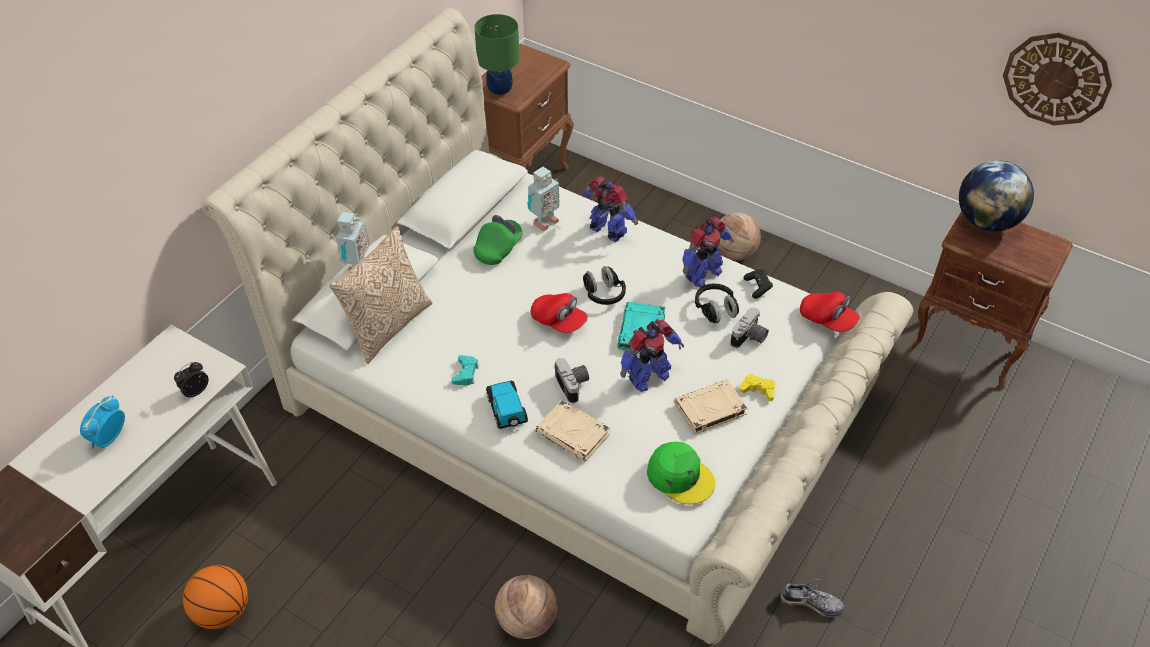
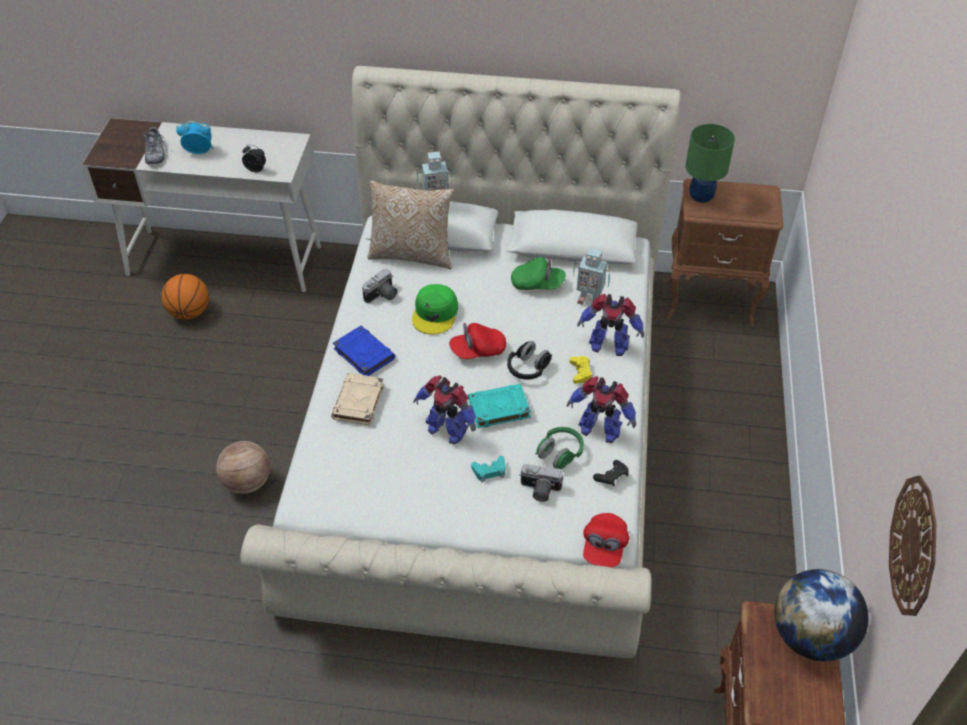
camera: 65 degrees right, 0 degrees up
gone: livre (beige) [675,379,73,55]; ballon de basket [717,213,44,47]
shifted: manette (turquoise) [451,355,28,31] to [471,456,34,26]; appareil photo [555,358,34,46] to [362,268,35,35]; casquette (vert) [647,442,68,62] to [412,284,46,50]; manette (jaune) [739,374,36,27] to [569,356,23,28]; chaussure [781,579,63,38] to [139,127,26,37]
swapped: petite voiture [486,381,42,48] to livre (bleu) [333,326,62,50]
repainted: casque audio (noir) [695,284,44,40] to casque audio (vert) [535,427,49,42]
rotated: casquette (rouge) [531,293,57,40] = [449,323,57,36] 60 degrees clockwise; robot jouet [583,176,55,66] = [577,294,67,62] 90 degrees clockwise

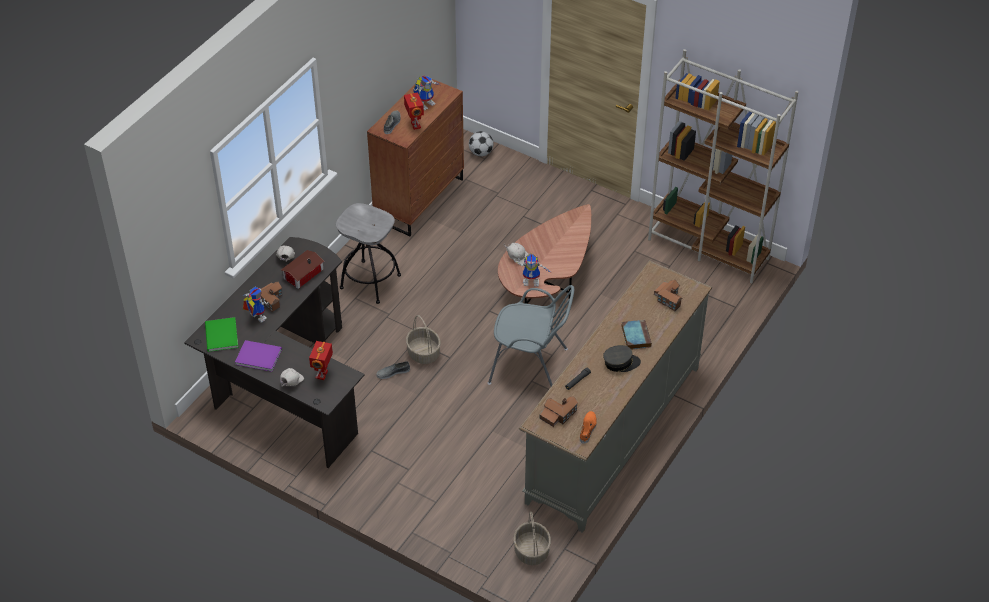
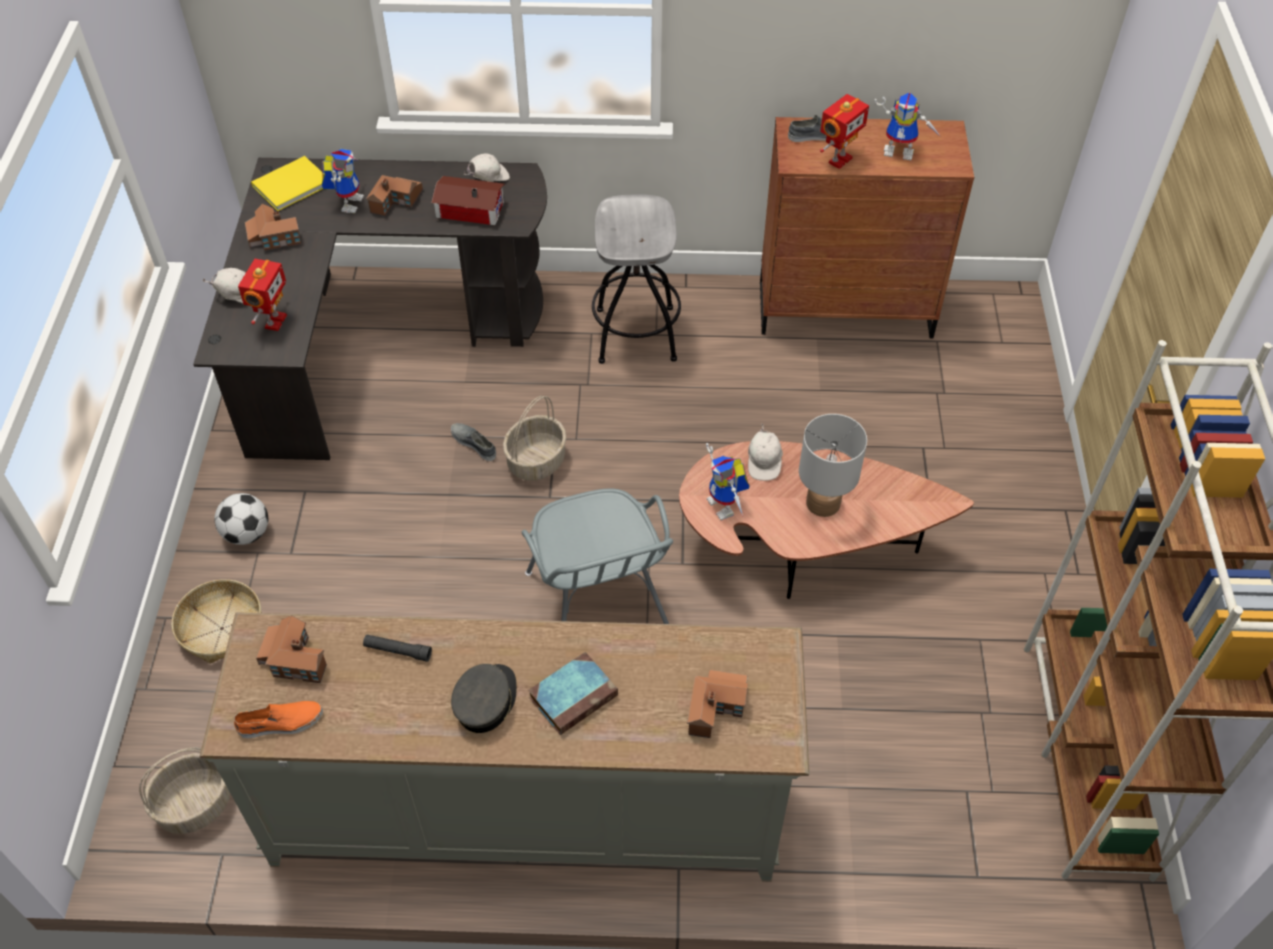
camera: 60 degrees right, 5 degrees up
new: panier [172,579,90,85]; lampe de table (gris) [799,414,68,103]
shifted: ballon de foot [469,131,25,25] to [215,493,53,52]
swapped: livre (violet) [235,340,47,32] to maison miniature [245,204,56,47]
repainted: livre (vert) [205,317,33,35] to livre (jaune) [251,156,72,55]
rotated: robot jouet [309,341,24,39] = [238,259,49,72] 120 degrees clockwise; casquette (gris) [603,345,38,27] = [451,664,66,69] 120 degrees counterclockwise

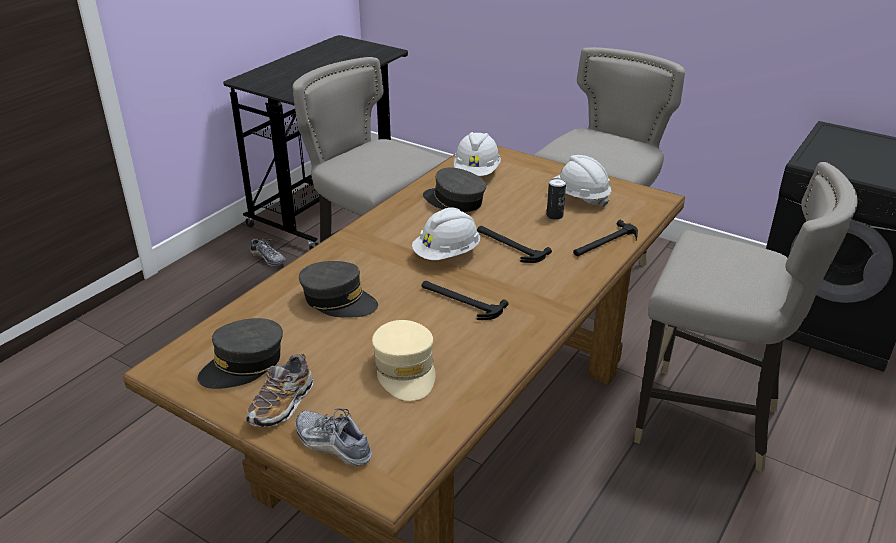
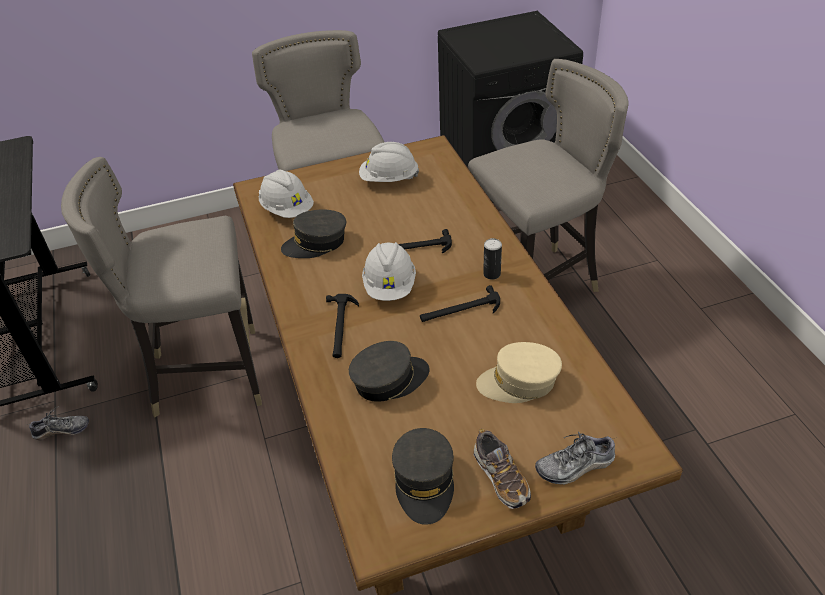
camera: 50 degrees left, 10 degrees up
shifted: boîte métallique [547,178,19,42] to [483,238,19,42]; marteau [573,220,65,36] to [326,294,33,64]
rotated: casquette (beige) [372,320,64,81] = [476,342,86,61] 150 degrees clockwise

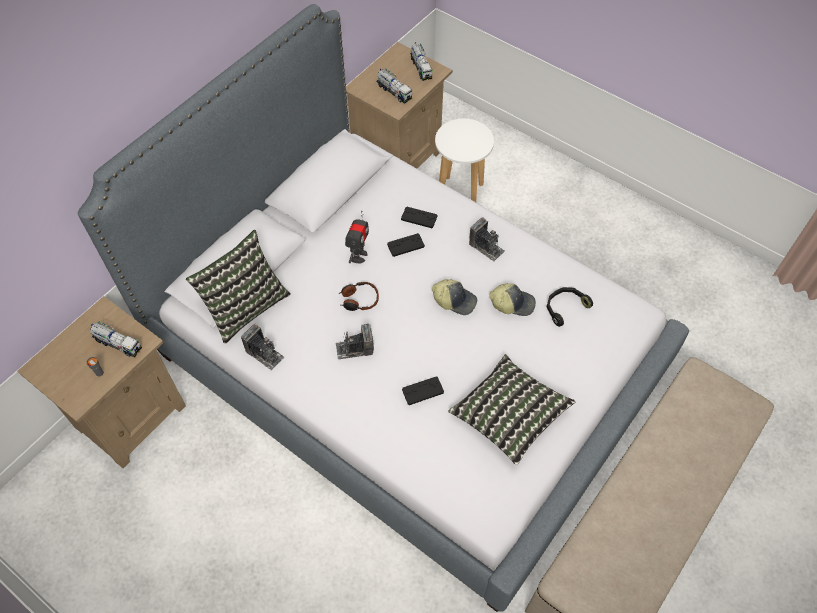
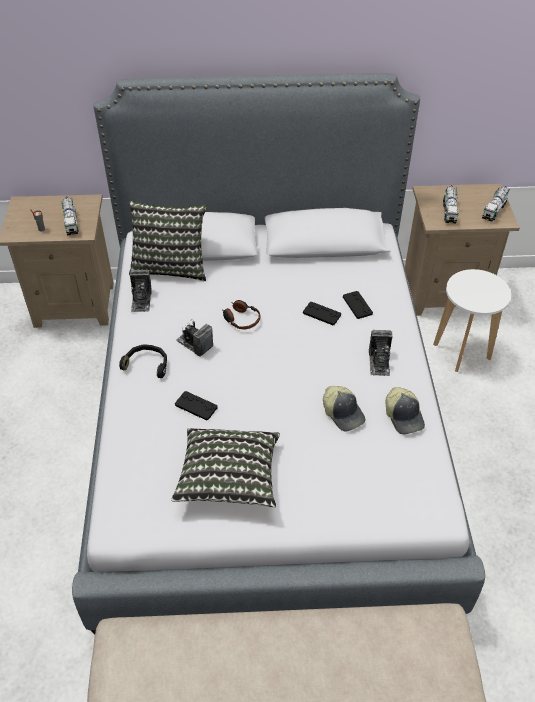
camera: 50 degrees right, 10 degrees down
gone: robot jouet [345,211,24,52]
shifted: casquette [432,279,45,36] to [385,387,40,47]; casque audio (noir) [547,287,46,40] to [119,344,48,34]

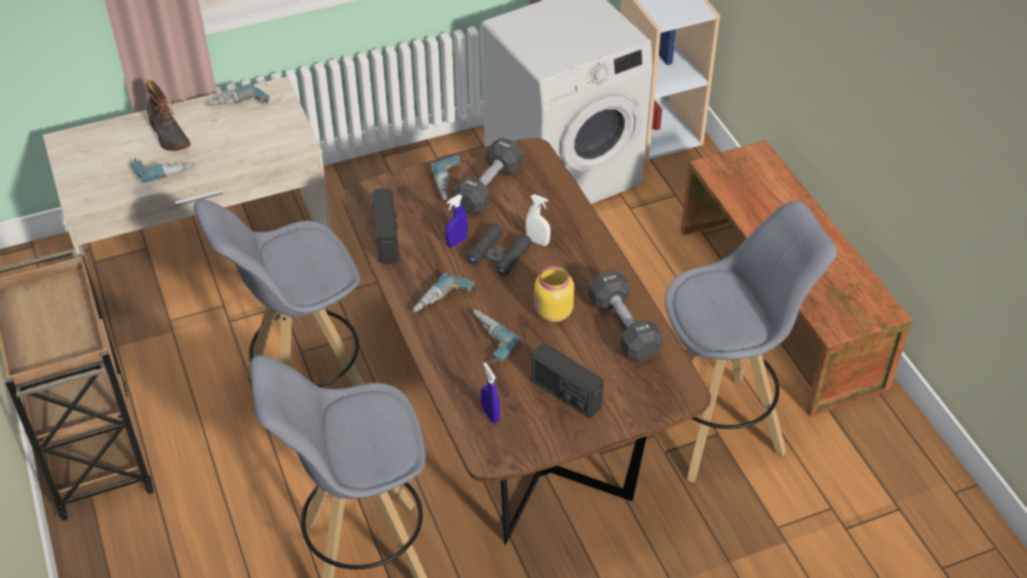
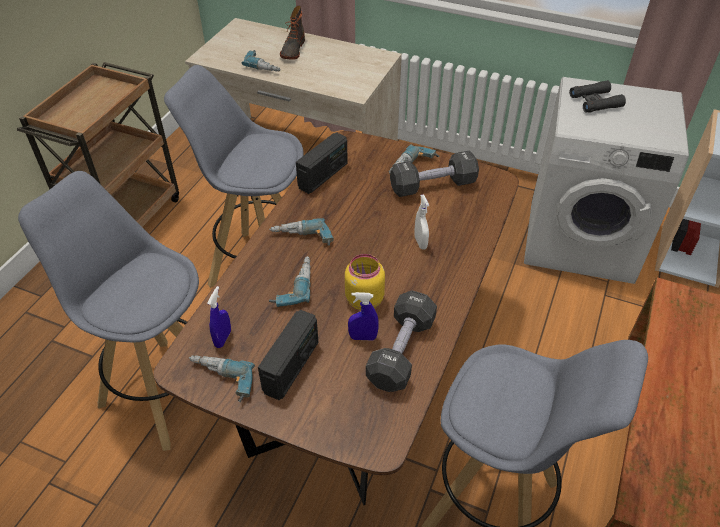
camera: 45 degrees right, 0 degrees up
shifted: perceuse [207,84,63,22] to [189,355,66,47]; vaporisateur (bleu) [445,195,23,53] to [348,292,31,48]; jumelles (noir) [466,223,66,54] to [569,80,57,33]
rotated: radio [532,343,72,75] = [258,310,60,90] 150 degrees counterclockwise

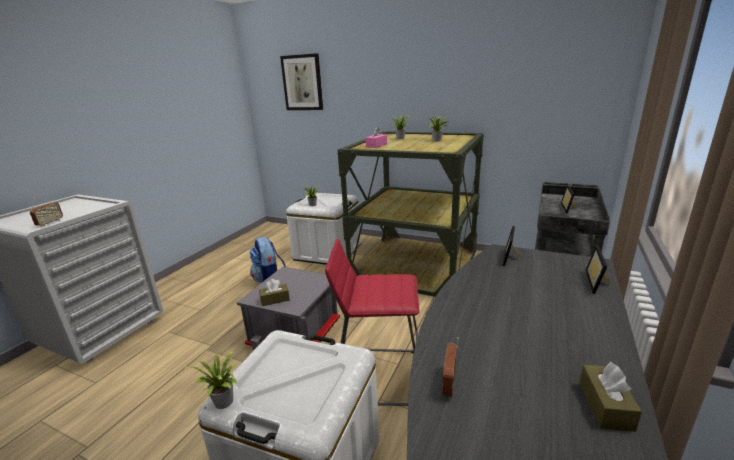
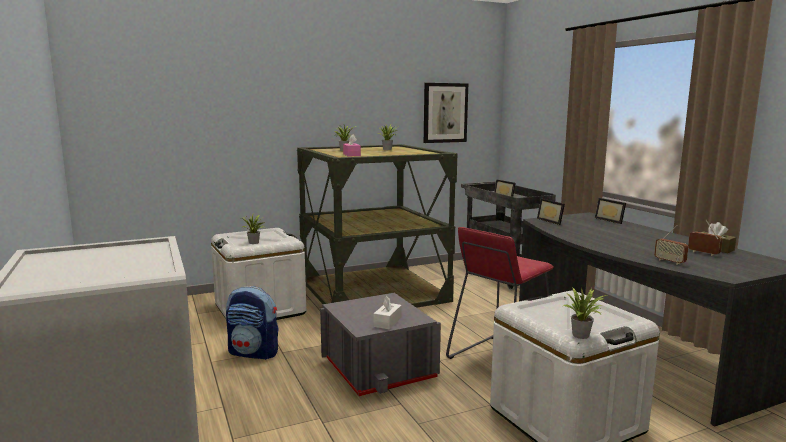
camera: 50 degrees left, 10 degrees down
shifted: radio [30,192,33,35] to [688,220,35,36]; tableau [280,53,43,57] to [424,83,44,60]
repainted: boîte à mouchoirs (marron) [259,279,31,28] to boîte à mouchoirs (blanc) [373,296,28,34]

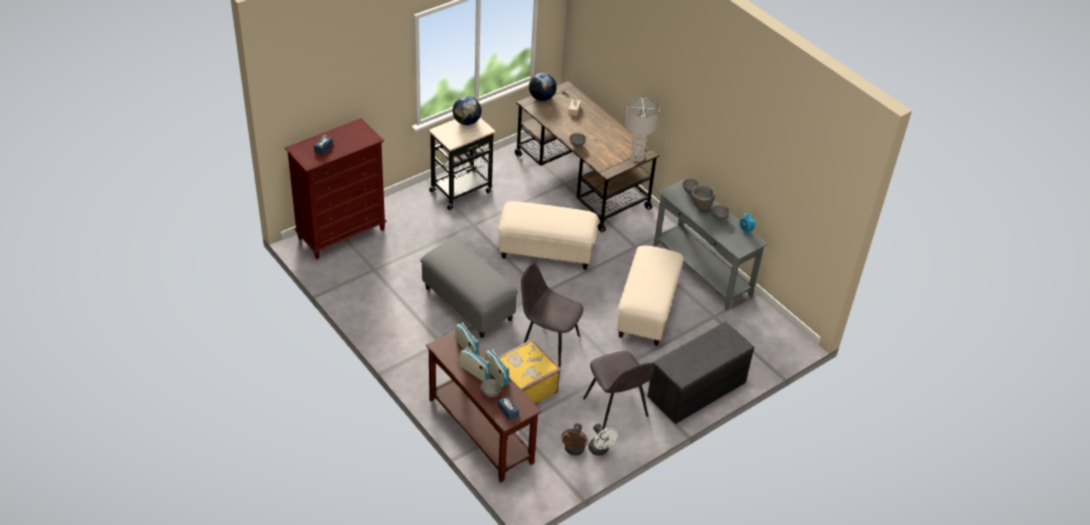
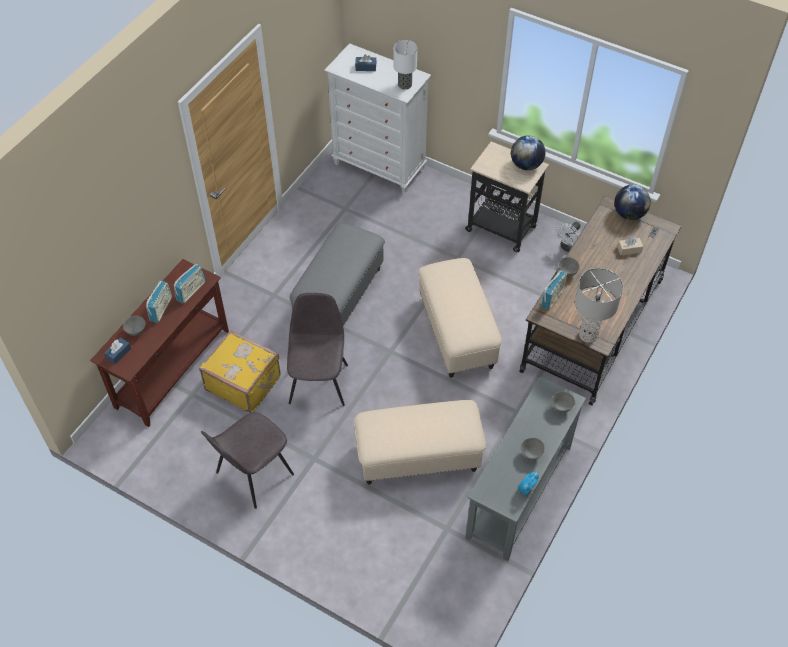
camera: 70 degrees right, 10 degrees up
gone: ventilateur (marron) [561,423,27,32]; banc (gris) [647,322,107,102]; bol (gris) [691,185,24,25]
new: lampe de table [393,40,24,50]
shifted: radio [485,349,24,38] to [541,270,26,40]; ventilateur (blanc) [588,424,30,32] to [557,222,24,30]
repainted: commode (rouge) [285,118,102,141] to commode (blanc) [324,43,107,151]

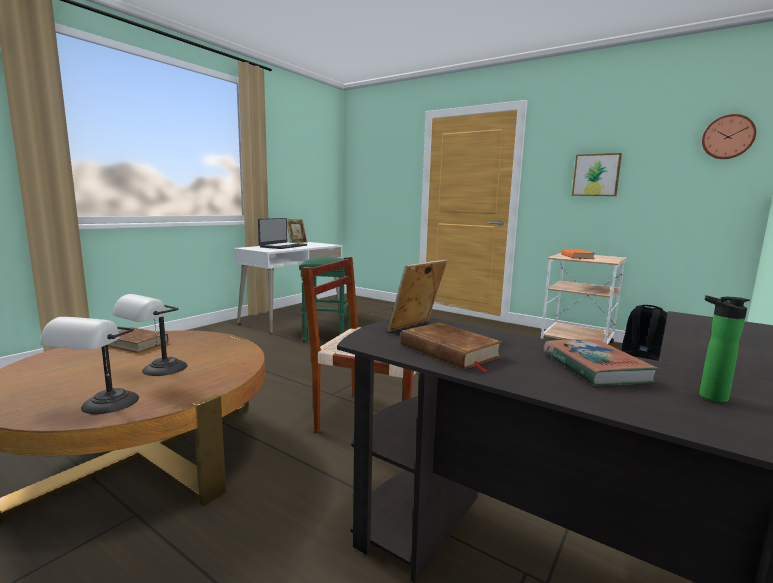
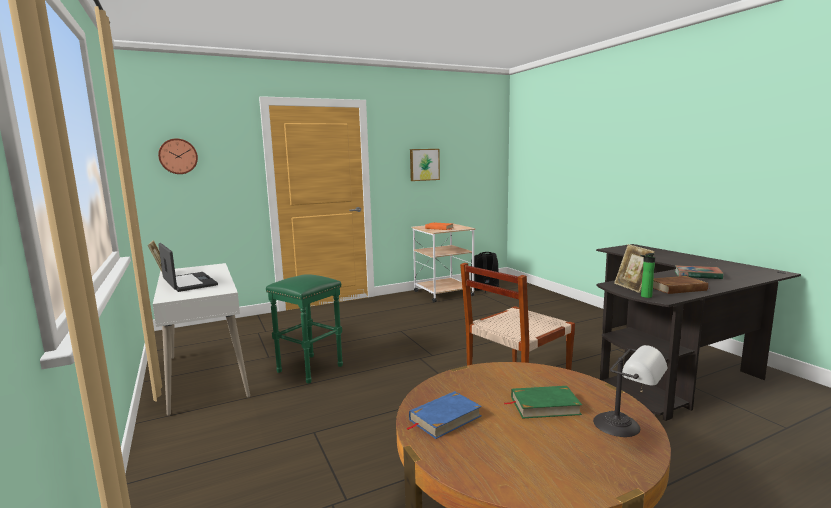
camera: 60 degrees left, 0 degrees up
shifted: bouteille [699,295,51,107] to [640,253,15,45]; horloge murale [702,114,54,45] to [158,138,40,36]
swapped: lampe de table [112,294,76,82] to livre (vert) [504,386,78,32]
repainted: livre (marron) [108,327,60,26] to livre (bleu) [406,391,76,48]

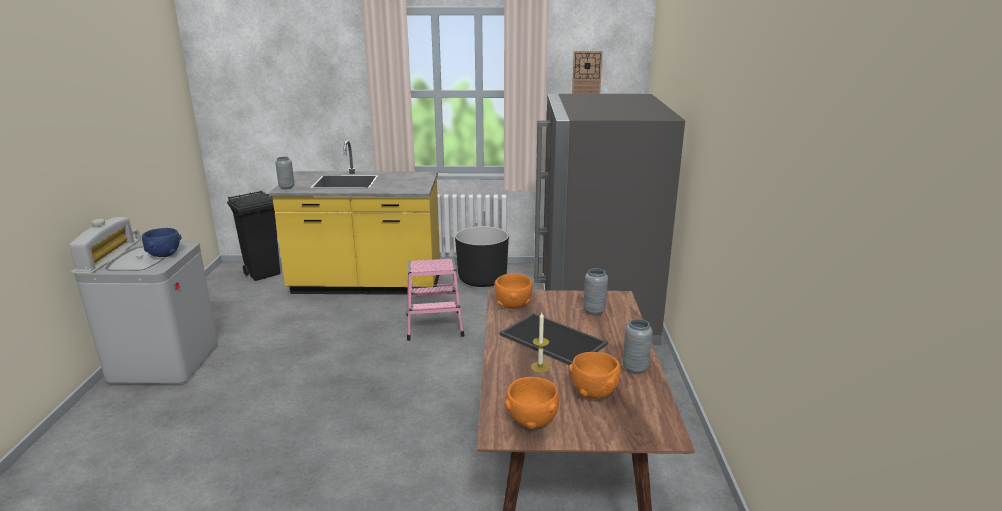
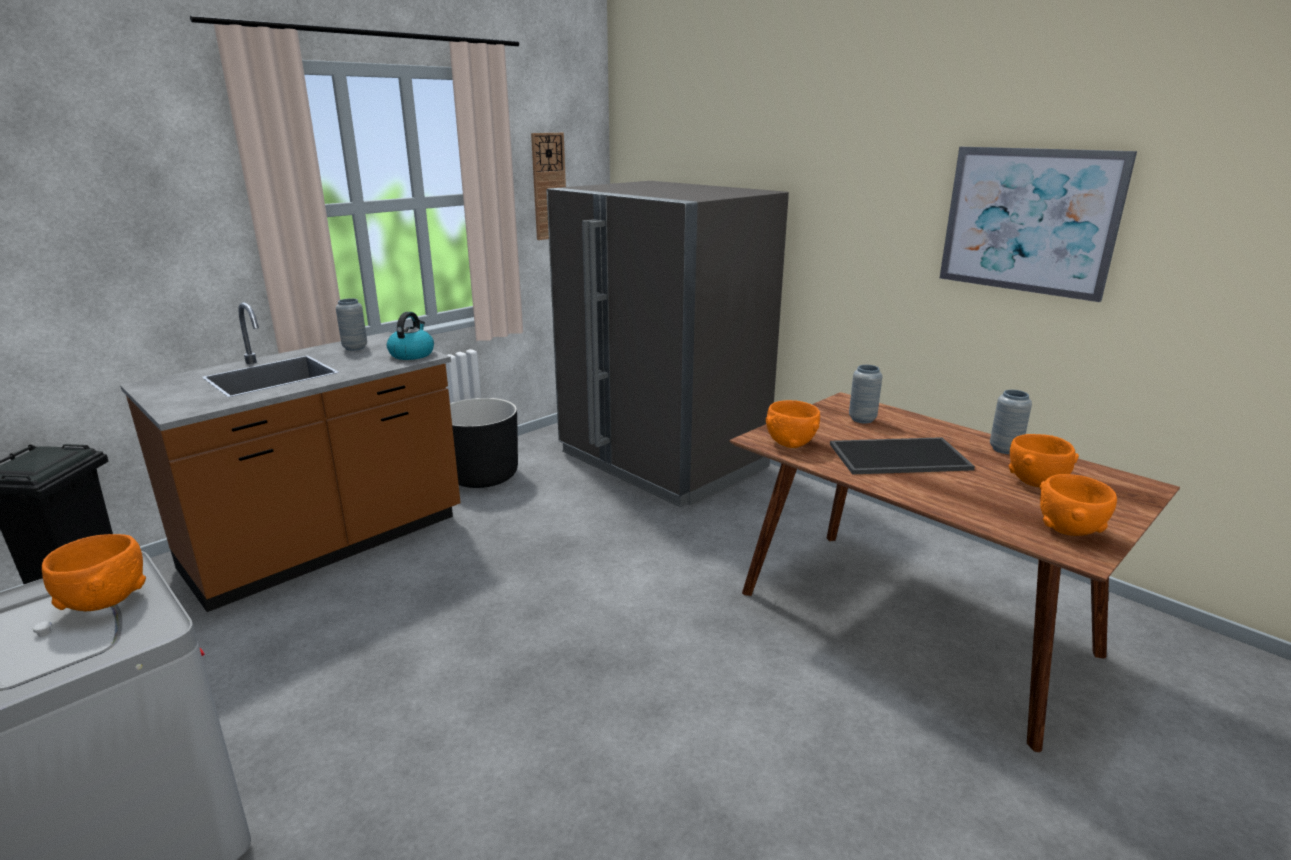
camera: 45 degrees left, 0 degrees up
gone: escabeau (rose) [406,258,58,83]; bougie [531,313,19,60]
new: bouilloire [387,312,47,48]; tableau [940,147,197,155]
shifted: vase (gris) [275,157,19,32] to [336,298,31,53]
repainted: bol (bleu) [142,228,40,29] to bol (orange) [42,534,104,77]; comptoir de cuisine (jaune) [269,140,171,155] to comptoir de cuisine (marron) [120,302,341,310]

